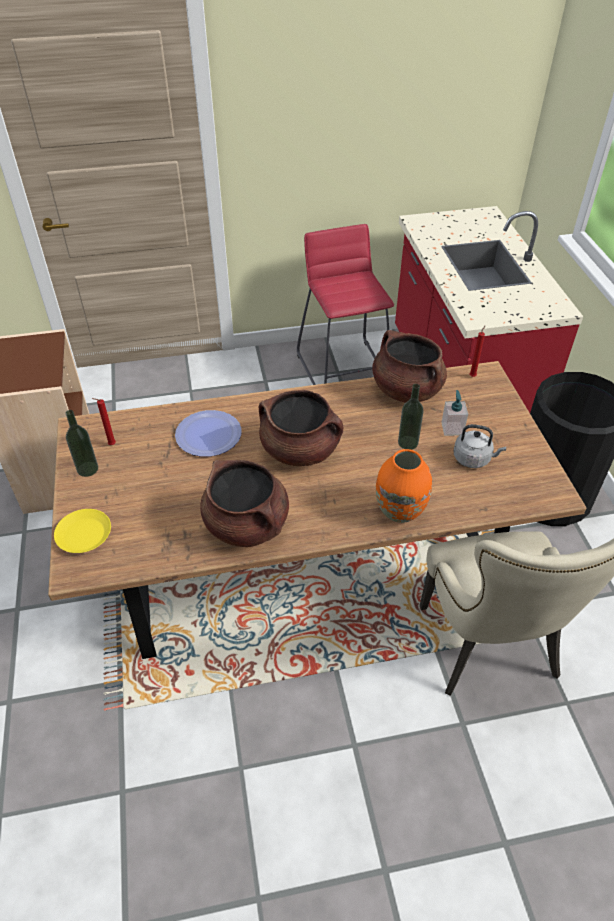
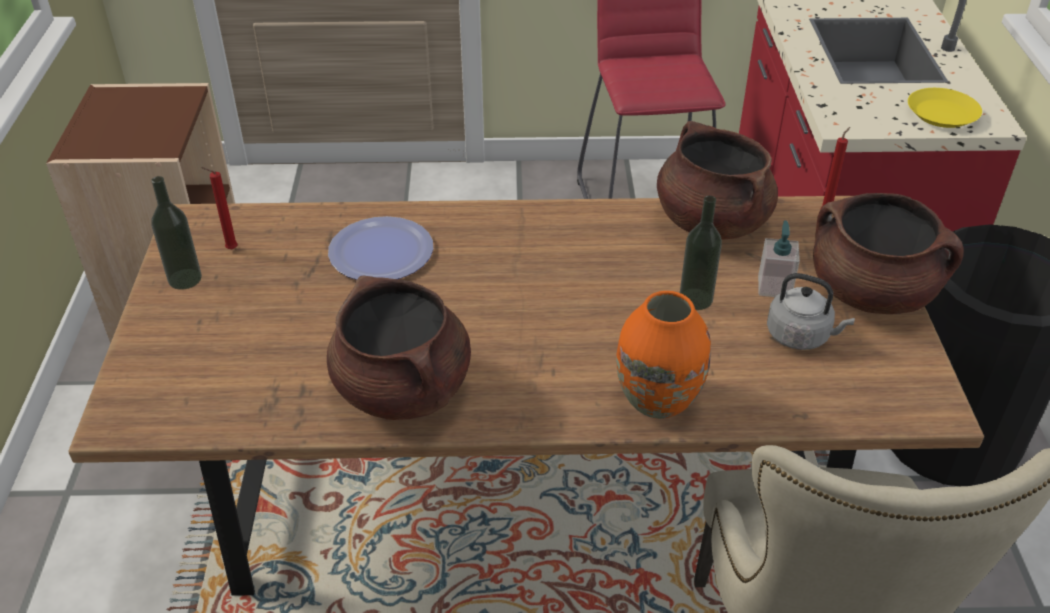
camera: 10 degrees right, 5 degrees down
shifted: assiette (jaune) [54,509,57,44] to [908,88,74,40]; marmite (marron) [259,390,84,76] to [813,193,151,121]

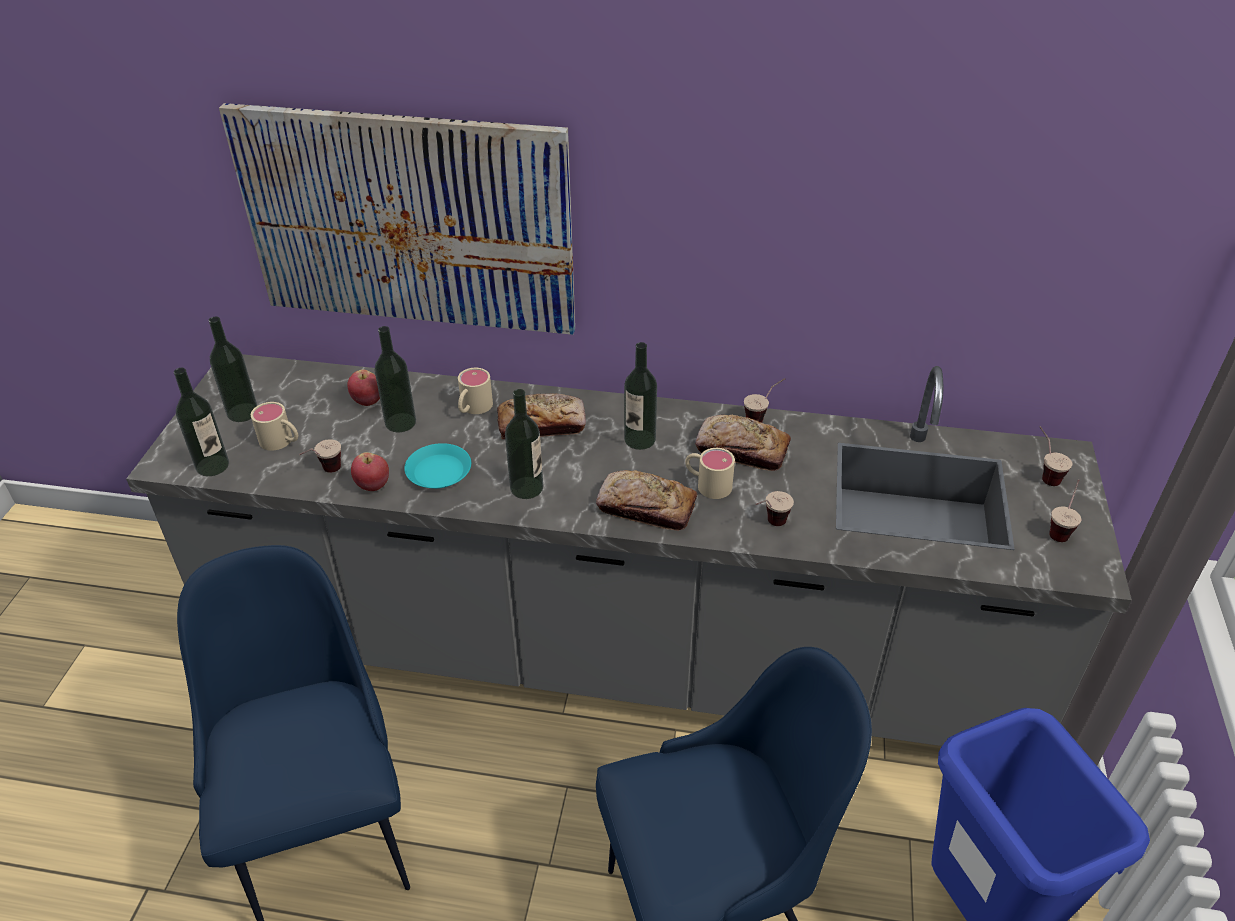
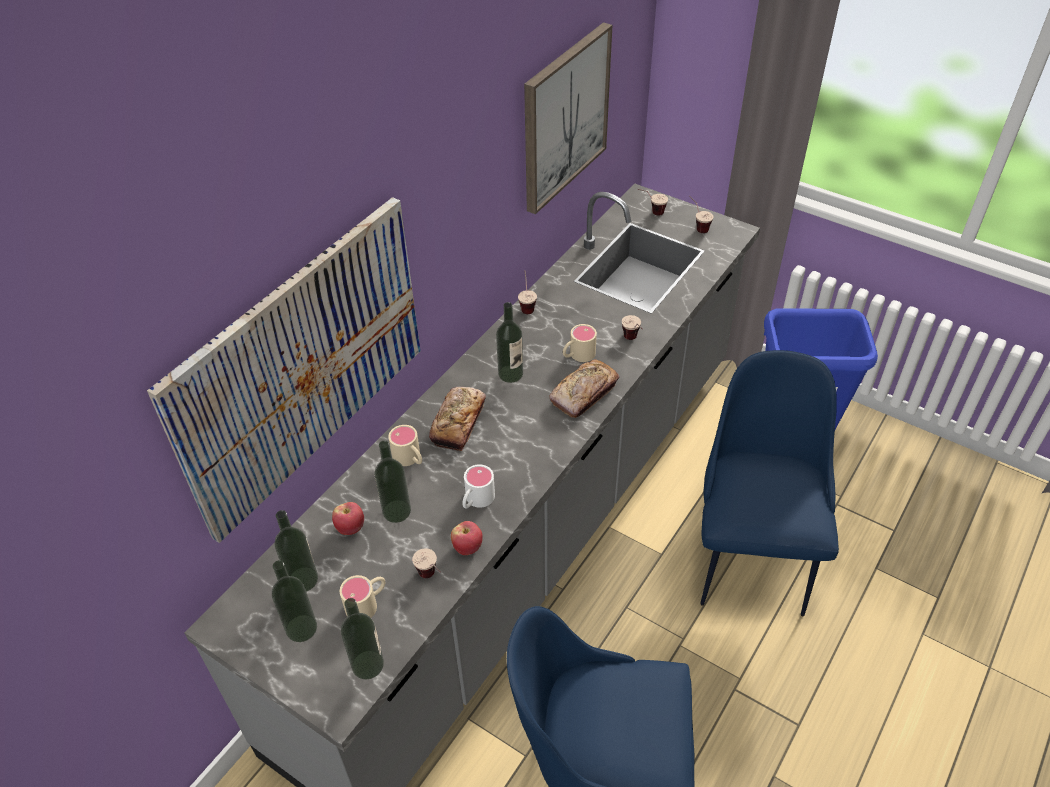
camera: 65 degrees left, 5 degrees up
gone: pain [695,415,96,56]
new: tableau [524,22,88,192]
shifted: bouteille [505,389,38,110] to [275,510,43,81]
swapped: assiette (turquoise) [404,443,67,46] to mug (blanc) [462,465,33,43]

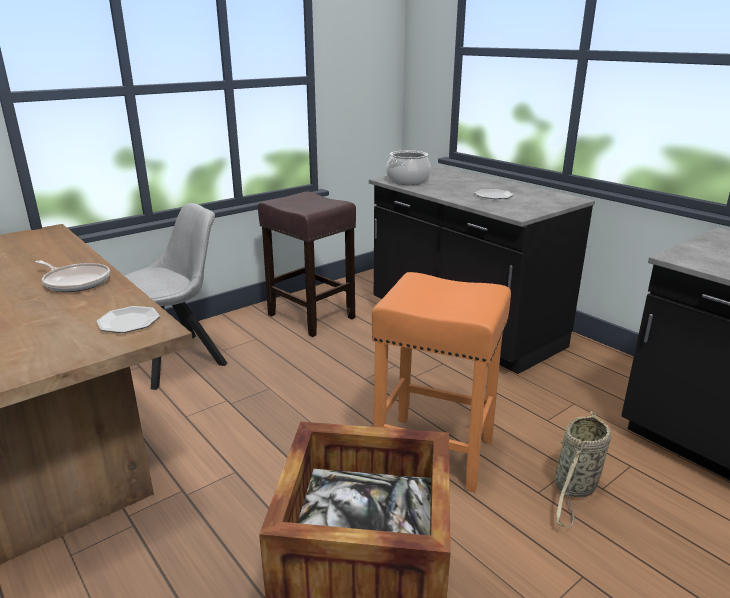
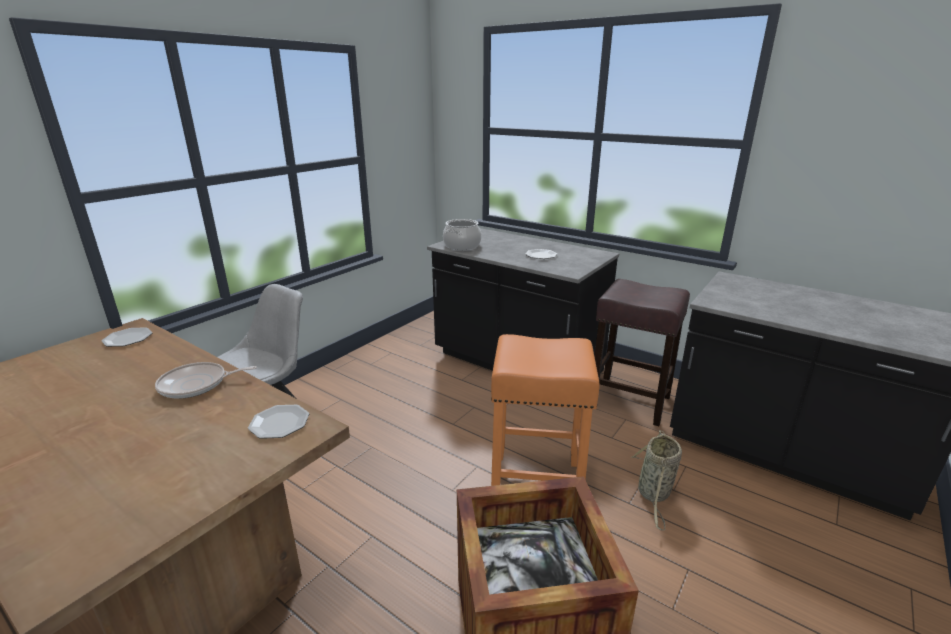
camera: 15 degrees left, 0 degrees up
new: assiette [102,328,50,19]
shifted: tabouret (marron) [258,191,98,146] to [594,279,96,147]
rotated: poêle [36,260,74,32] = [155,362,102,37] 150 degrees clockwise

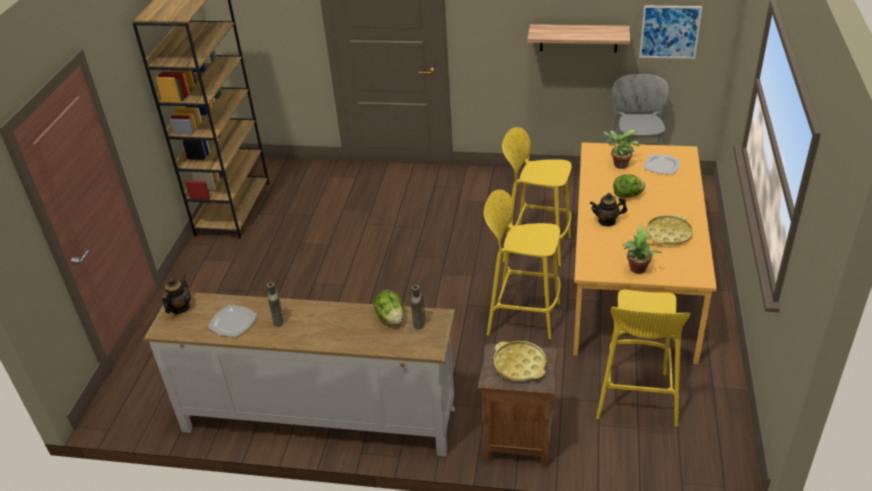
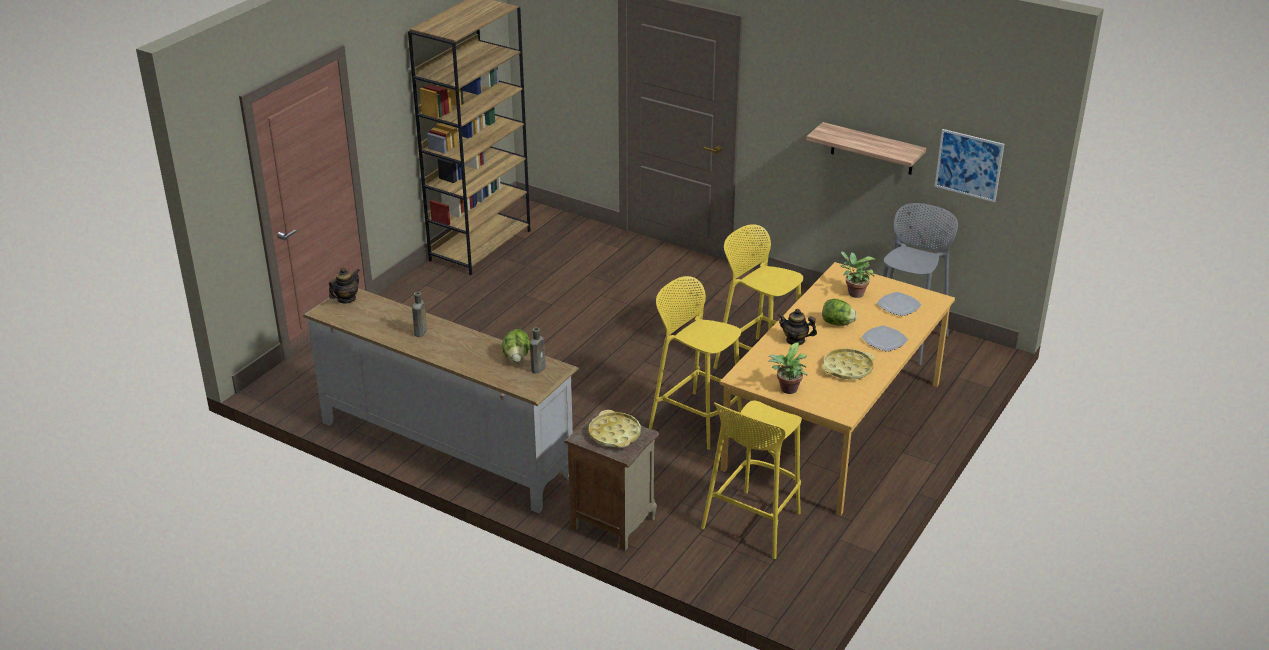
camera: 20 degrees right, 5 degrees down
shifted: assiette [208,305,49,32] to [862,325,46,27]

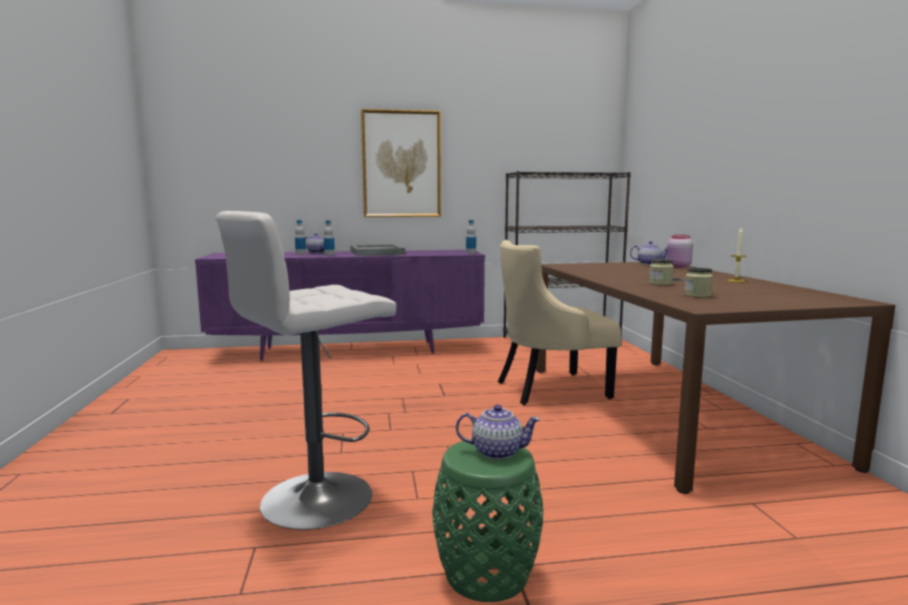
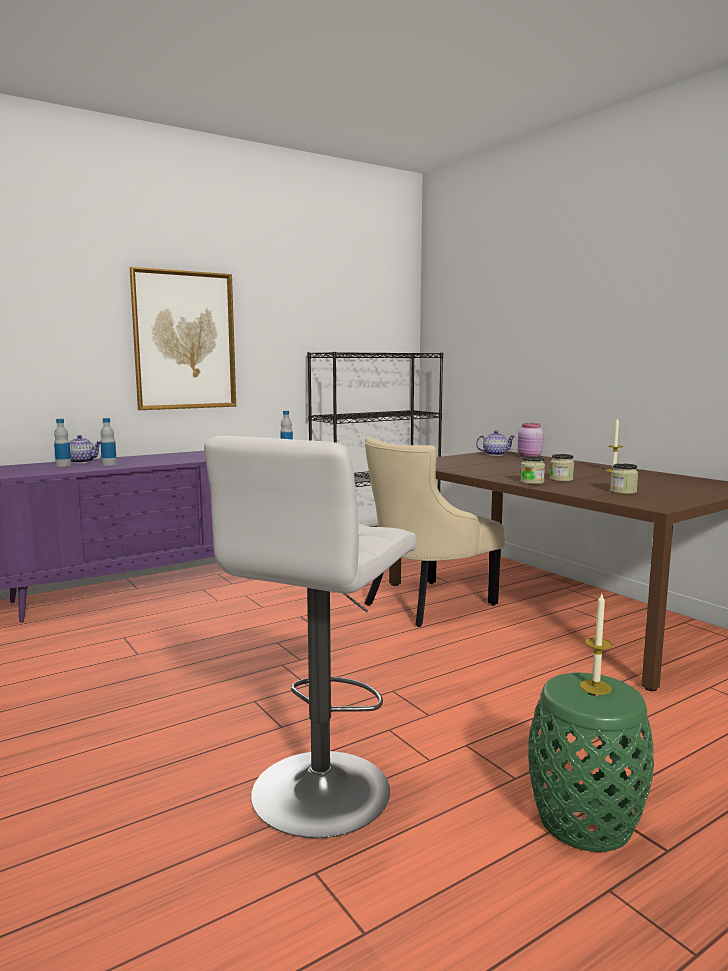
camera: 25 degrees left, 0 degrees up
gone: plateau (gris) [350,244,55,12]
new: bocal [520,456,25,28]
swapped: théière [456,404,85,56] to bougie [580,594,32,101]

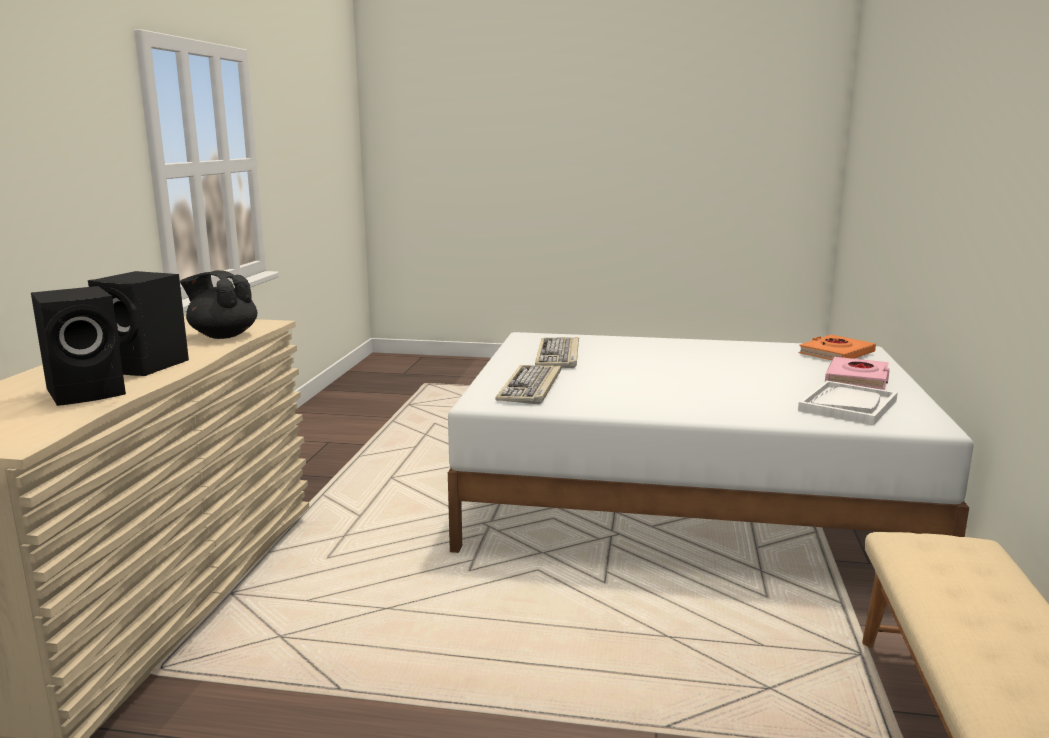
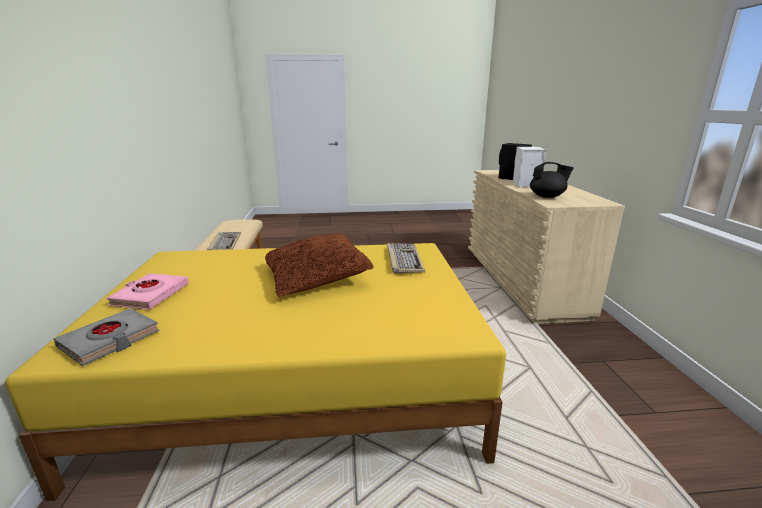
camera: 165 degrees right, 5 degrees up
gone: plateau (blanc) [798,381,100,44]
new: coussin (marron) [265,233,109,64]
shifted: clavier [535,337,44,31] to [207,232,34,18]
repainted: enceinte (noir) [88,271,101,105] to enceinte (blanc) [513,147,33,40]; lit (blanc) [448,332,526,221] to lit (jaune) [5,243,501,258]; livre (orange) [798,335,78,25] to livre (gris) [53,308,107,58]

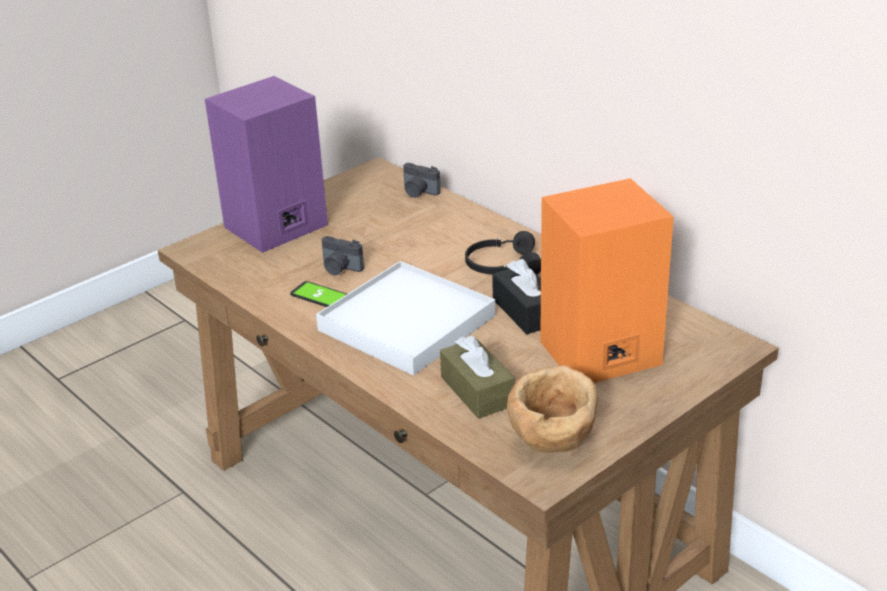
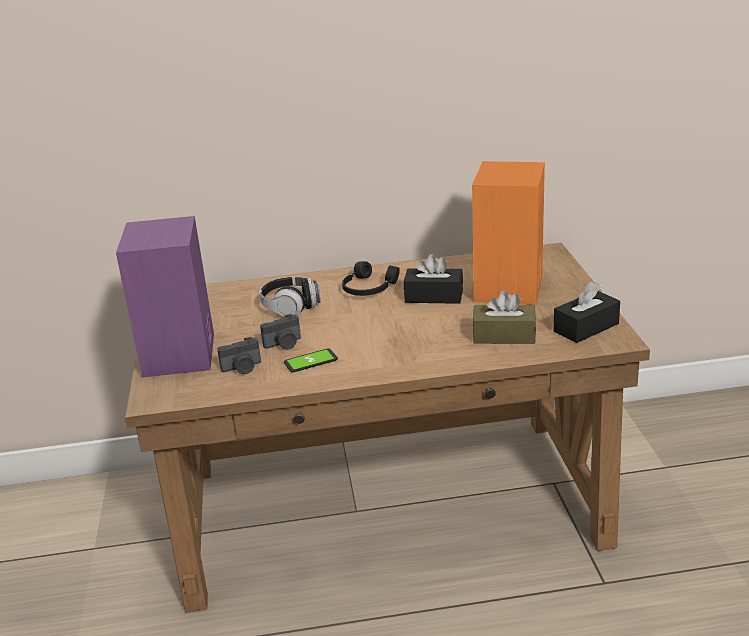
camera: 55 degrees left, 5 degrees down
gone: plateau (blanc) [316,261,180,115]
new: casque audio [260,277,61,40]
shifted: appareil photo [403,163,38,35] to [217,337,44,37]
swapped: bol (marron) [507,365,91,88] to boîte à mouchoirs (noir) [553,282,67,61]

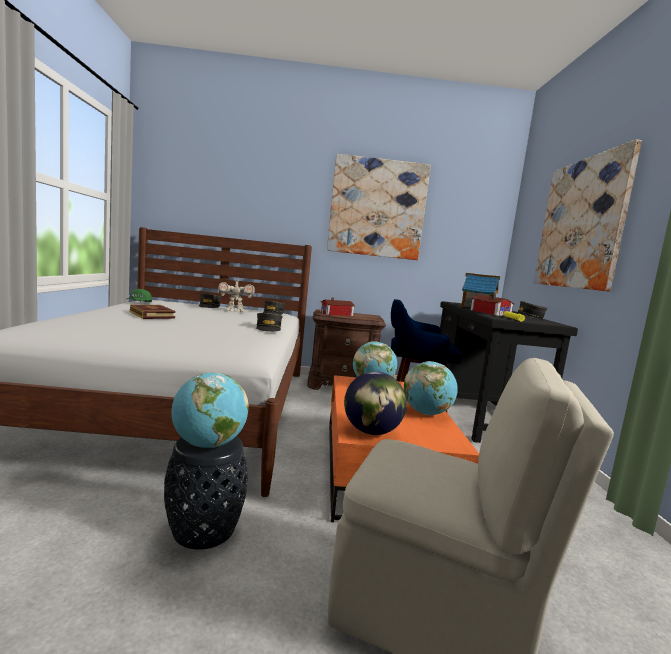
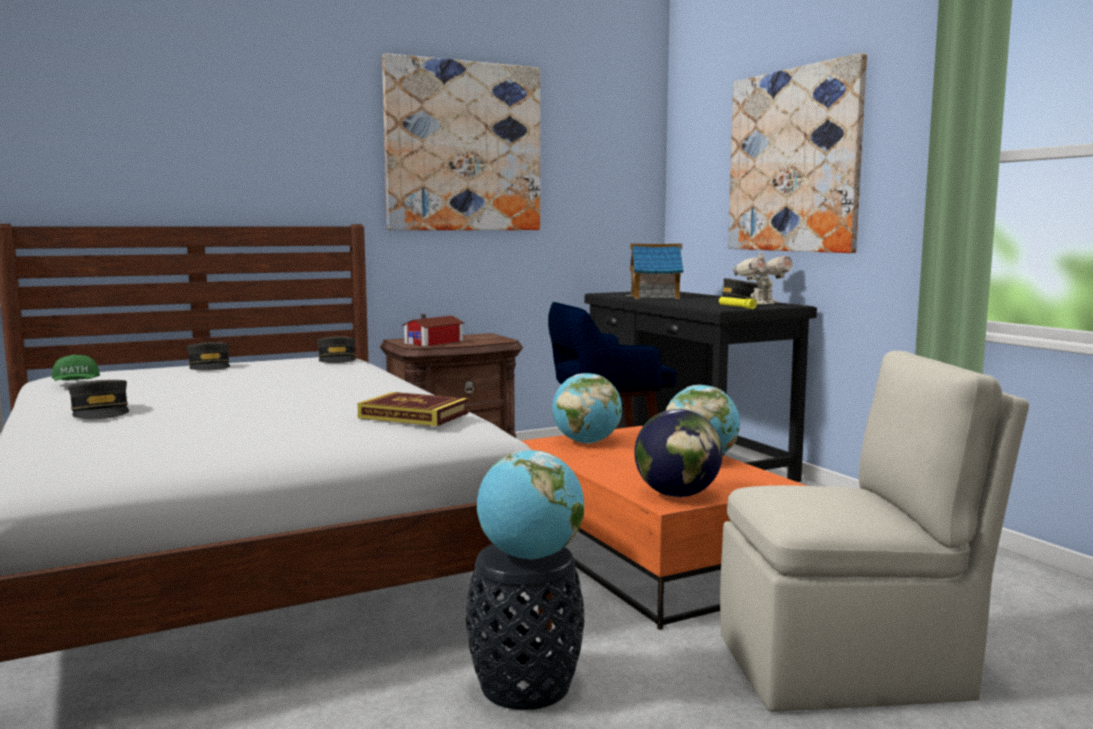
camera: 25 degrees left, 0 degrees up
gone: maison miniature [471,295,43,21]
shifted: livre [130,305,46,14] to [357,392,112,34]; robot jouet [218,278,37,34] to [732,249,61,56]; casquette (gris) [256,313,26,19] to [68,380,61,39]

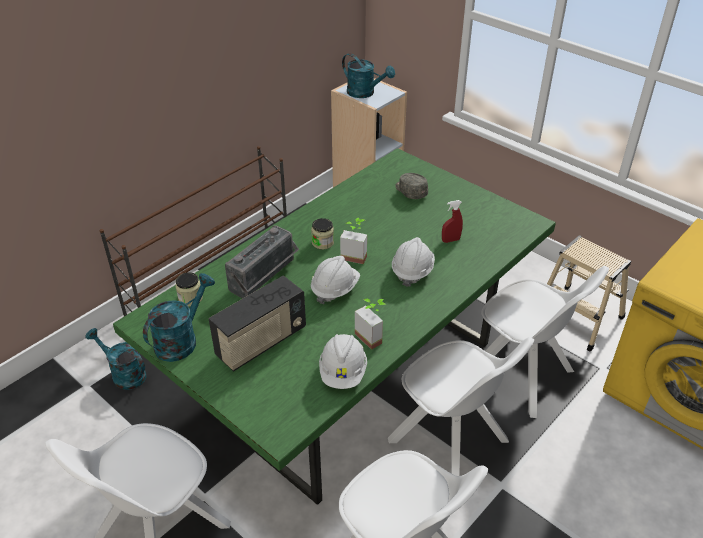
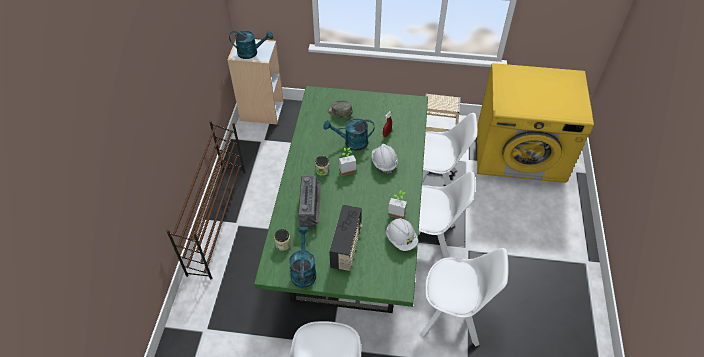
camera: 35 degrees left, 10 degrees up
gone: casque de chantier (blanc) [311,256,49,48]
shifted: arrosoir (turquoise) [85,328,61,62] to [323,118,51,33]

